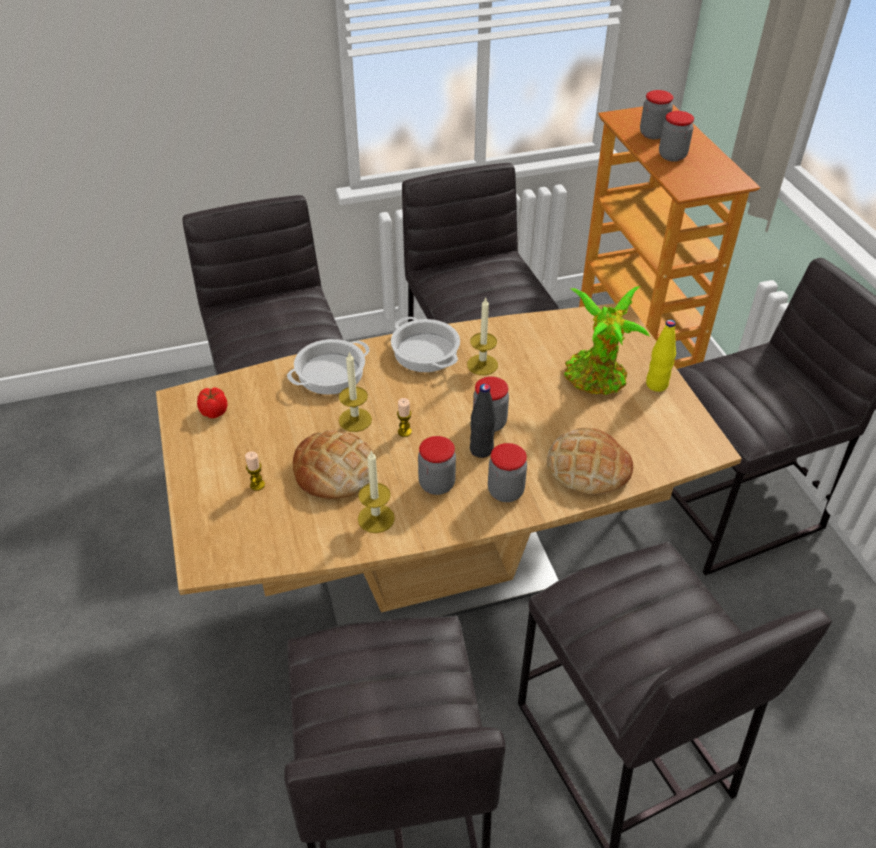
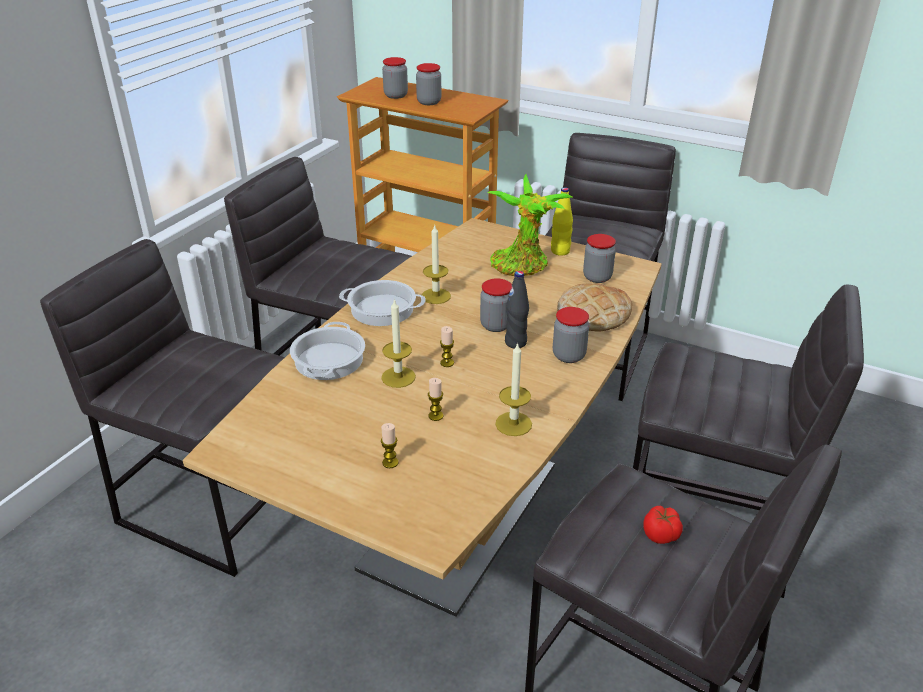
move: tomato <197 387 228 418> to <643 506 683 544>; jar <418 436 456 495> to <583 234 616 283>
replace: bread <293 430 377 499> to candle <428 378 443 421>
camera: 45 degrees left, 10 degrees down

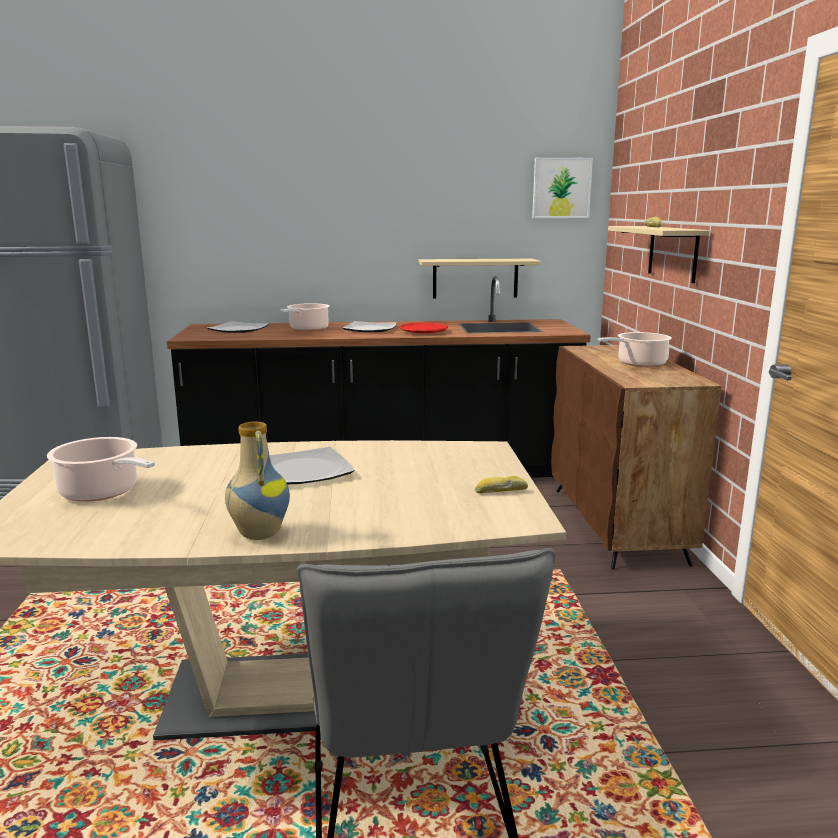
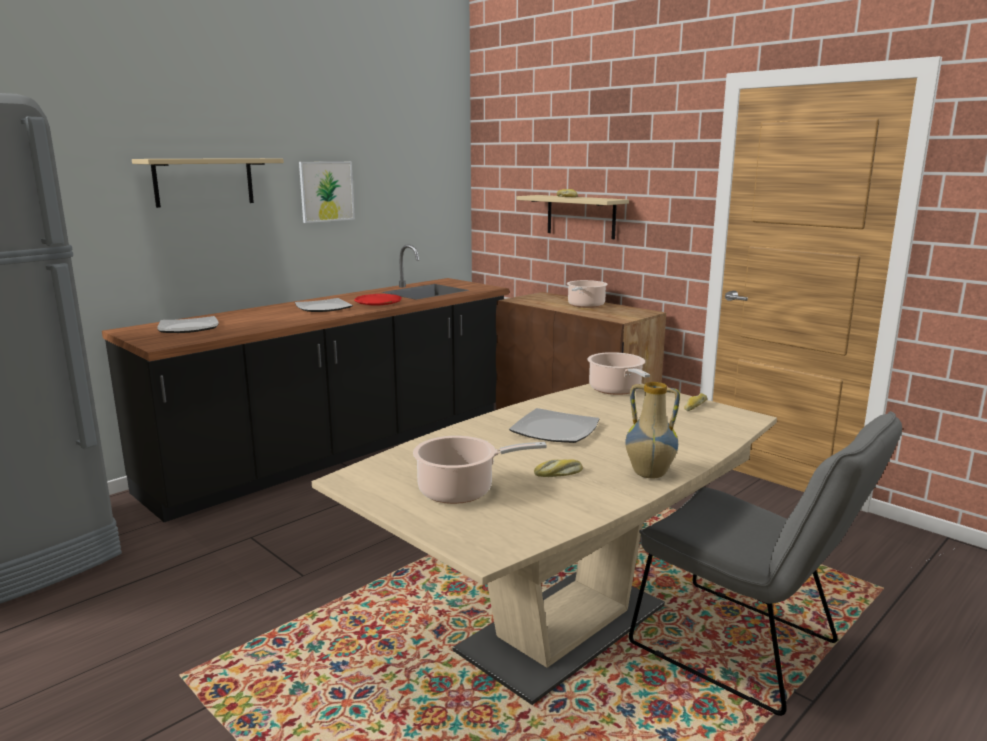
insert: bread <534 459 583 477>
move: cooking pot <280 303 330 331> to <587 352 650 395>; shelf/beige <419 259 541 298> to <132 158 284 208>; picture <532 158 593 218> to <299 161 355 223>
camera: 40 degrees left, 0 degrees up

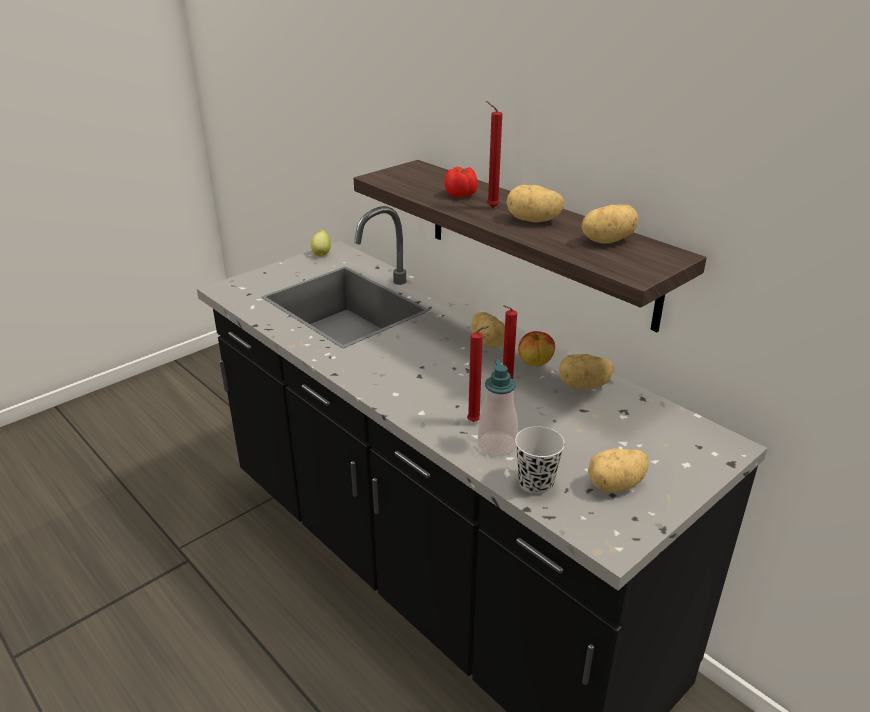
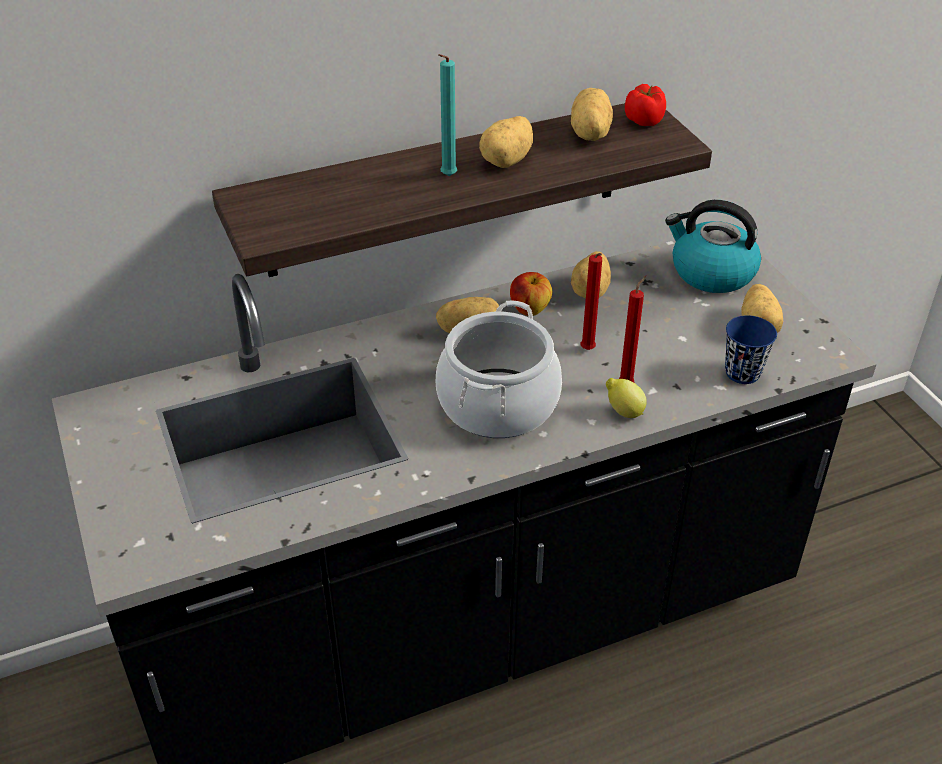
delete: soap dispenser <478 359 518 456>
insert: cooking pot <436 300 562 438>; kettle <665 200 761 293>
move: lemon <311 230 331 257> to <606 378 647 418>; tomato <444 167 478 198> to <625 84 666 126>
recolor: candle/red <486 101 502 208> to candle/turquoise <438 54 457 176>; cup/black <515 426 565 494> to cup/blue <725 315 777 384>
camera: 70 degrees left, 10 degrees up

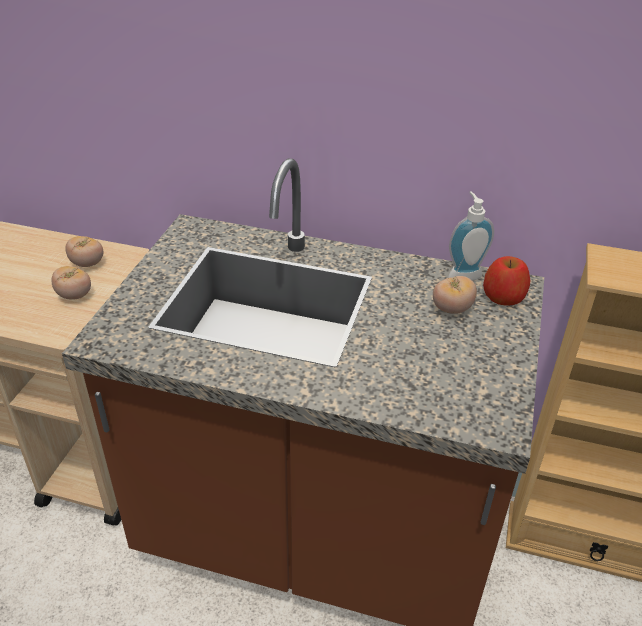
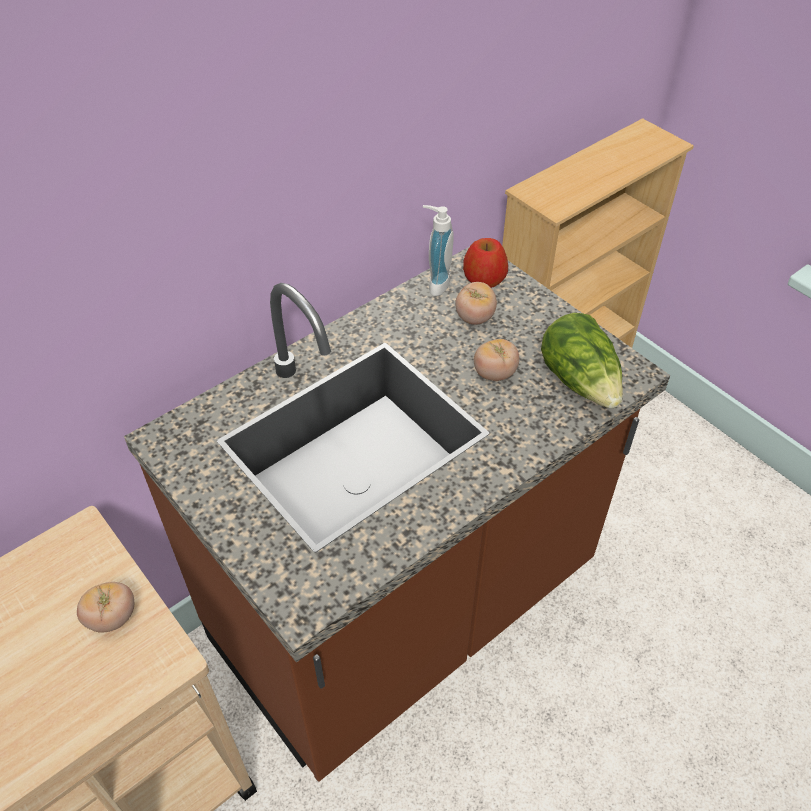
insert: lettuce <541 313 623 408>
move: tomato <65 236 104 267> to <474 339 519 381>
camera: 55 degrees left, 10 degrees up

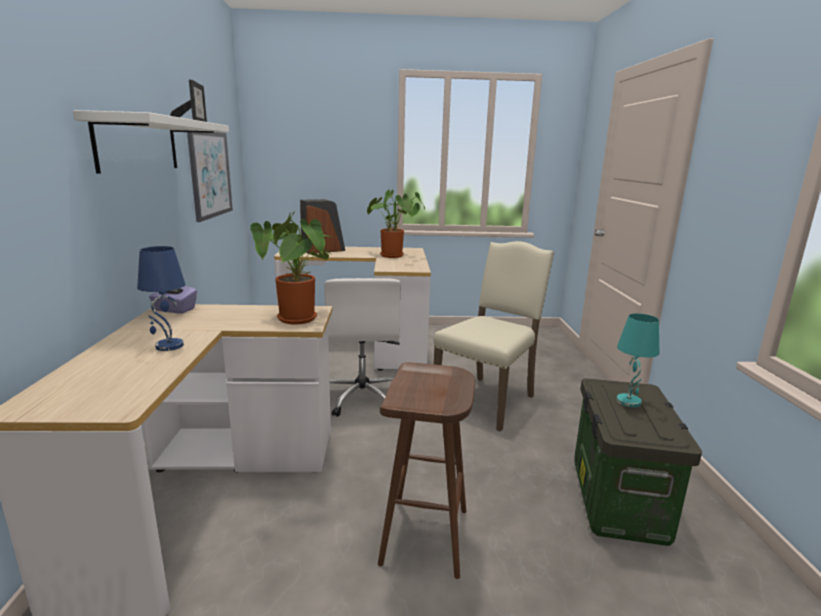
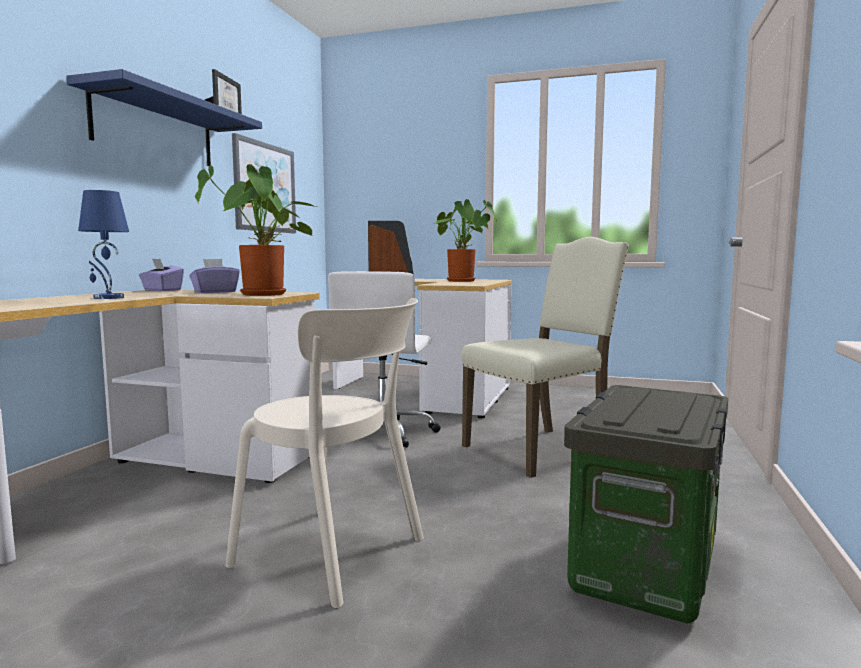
delete: table lamp/turquoise <616 313 659 407>
insert: tissue box/purple <189 259 240 293>
replace: stool/brown <378 362 475 579> to chair/beige <225 298 424 609>
recolor: shelf/white <73 110 229 174> to shelf/blue <66 69 262 166>
camera: 20 degrees right, 10 degrees down

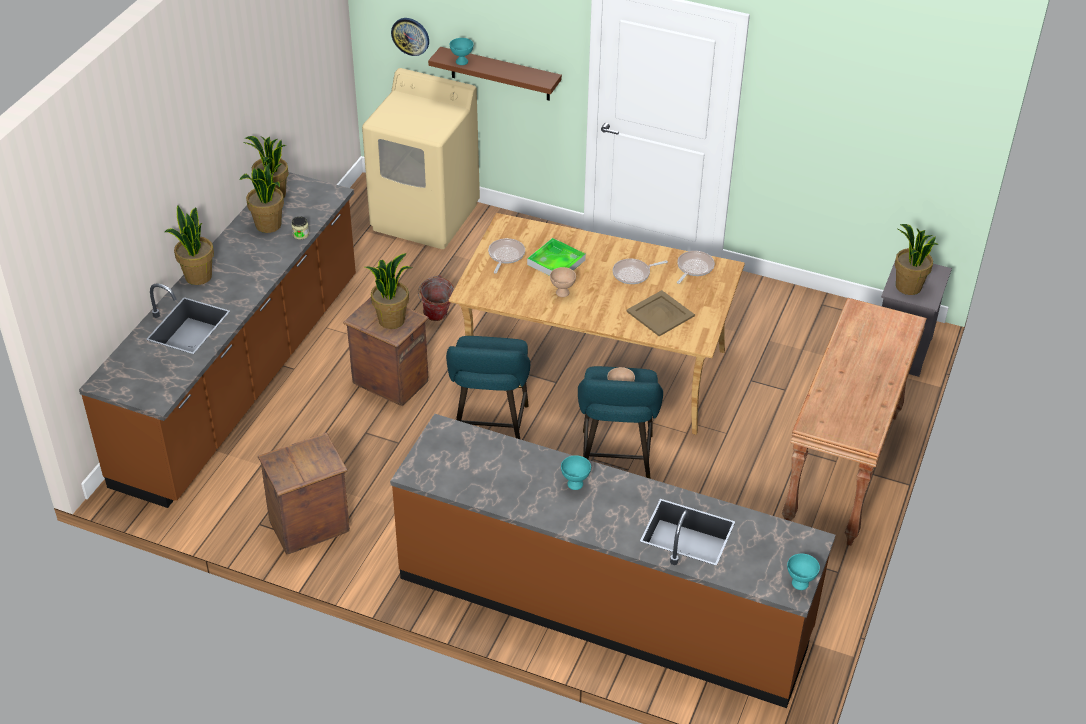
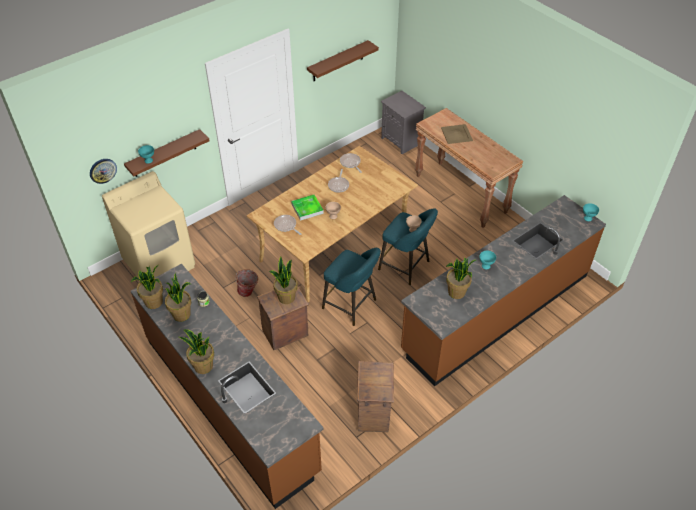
insert: shelf/brown <307 40 379 81>
move: tray/beige <626 290 695 336> to <441 124 473 144>; potted plant <895 224 939 295> to <446 257 476 299>
camera: 60 degrees left, 5 degrees up

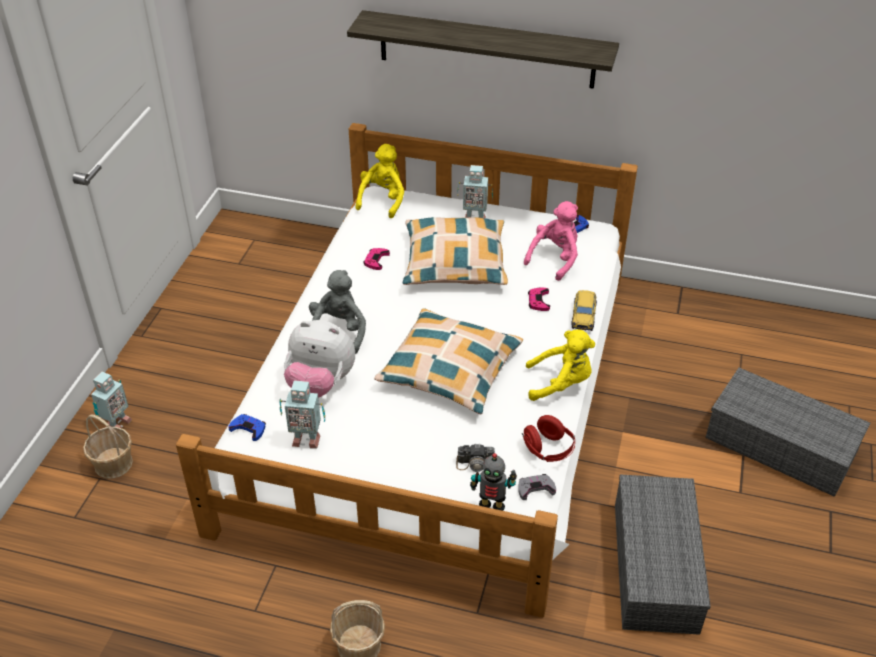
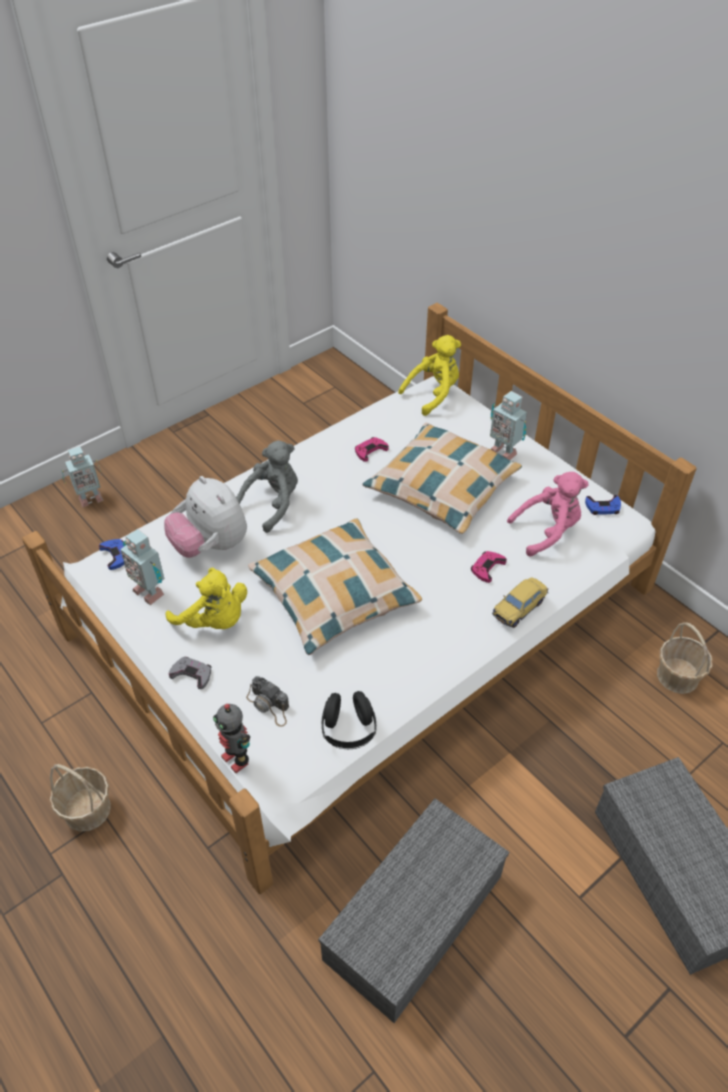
delete: shelf <347 10 619 89>
move: basket <83 414 133 478> to <657 622 713 694>; game controller/grey <518 474 556 500> to <169 657 212 689>; plush toy/yellow <526 329 595 401> to <165 568 247 629>
recolor: headphones/red <522 415 575 462> to headphones/black <322 691 376 749>
camera: 35 degrees right, 5 degrees up

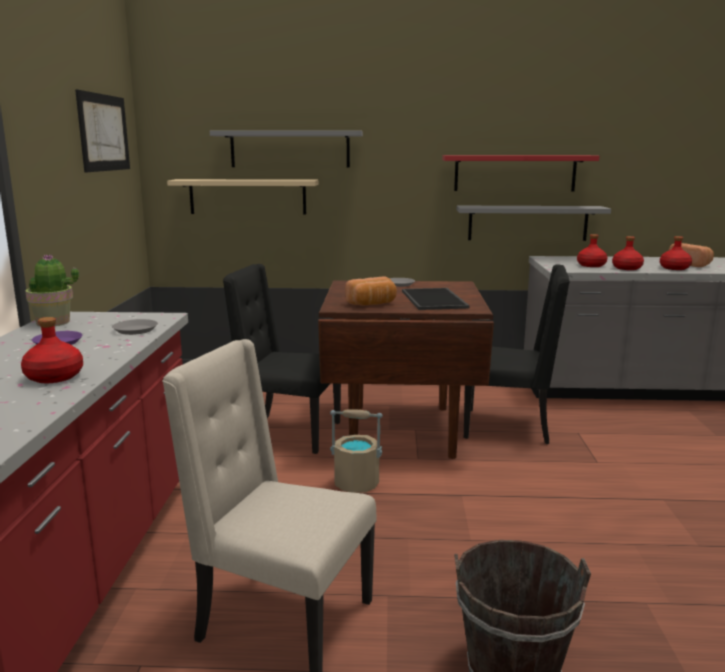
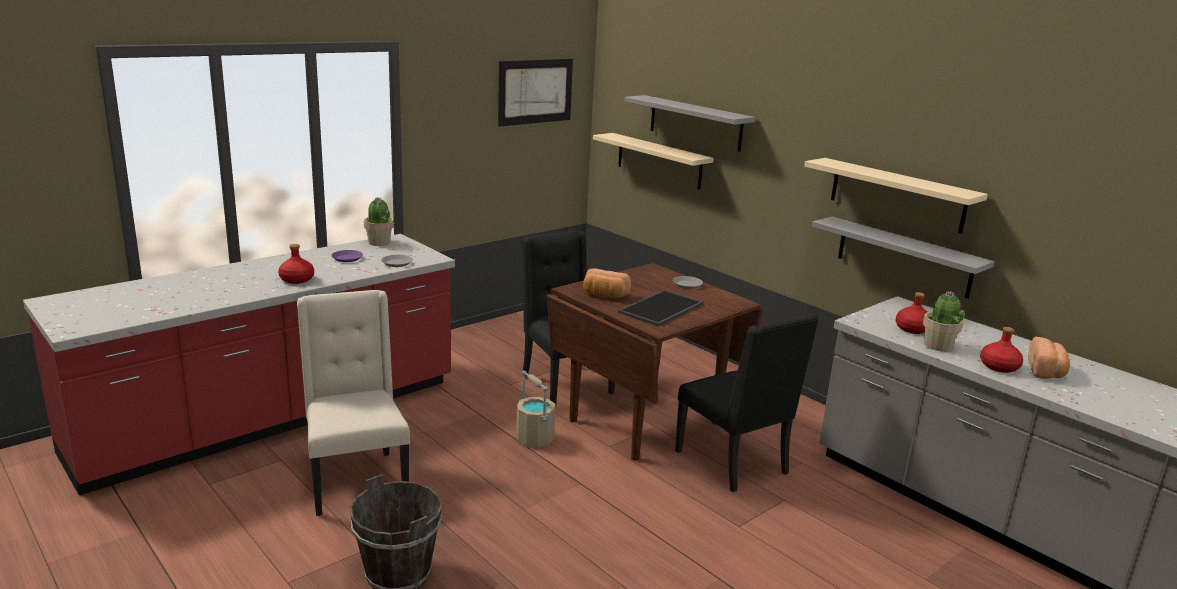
replace: bottle/red <612 236 644 270> to potted plant <923 291 965 351>
recolor: shelf/red <442 155 599 191> to shelf/beige <804 158 988 234>
camera: 45 degrees right, 5 degrees up

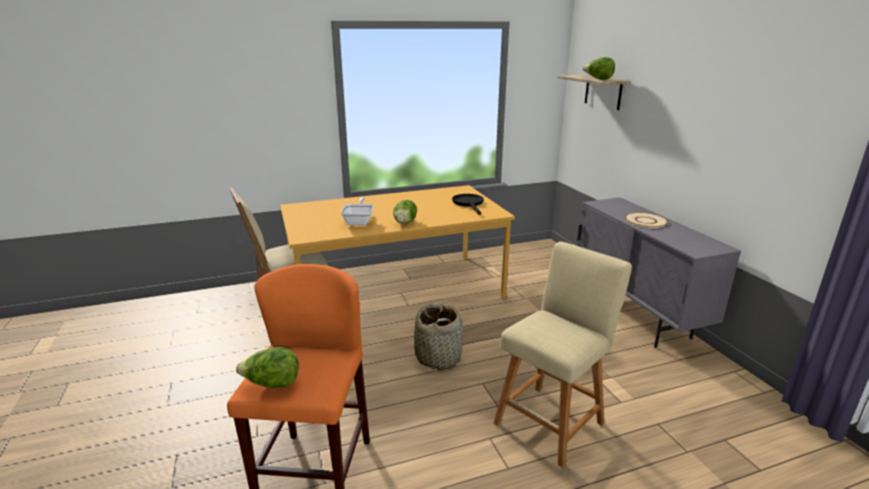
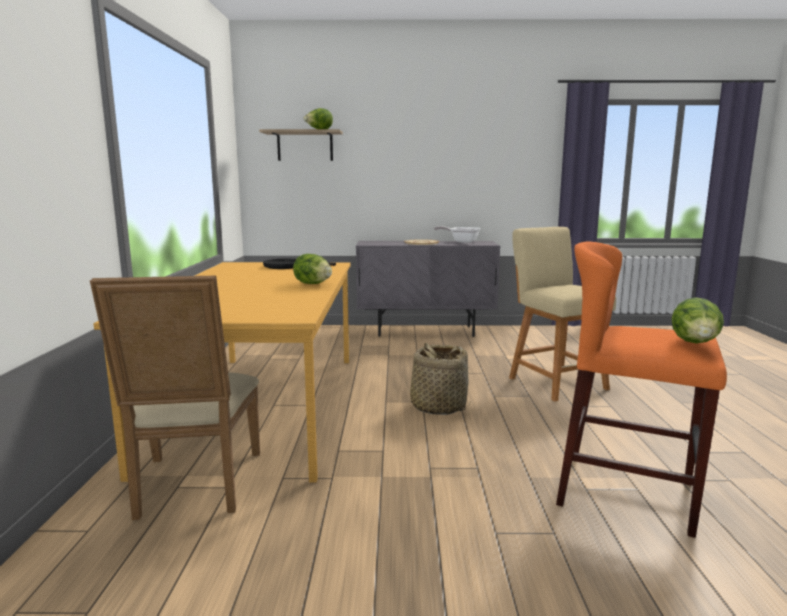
move: frying pan <341 197 374 226> to <434 226 481 243>
camera: 70 degrees left, 10 degrees down

